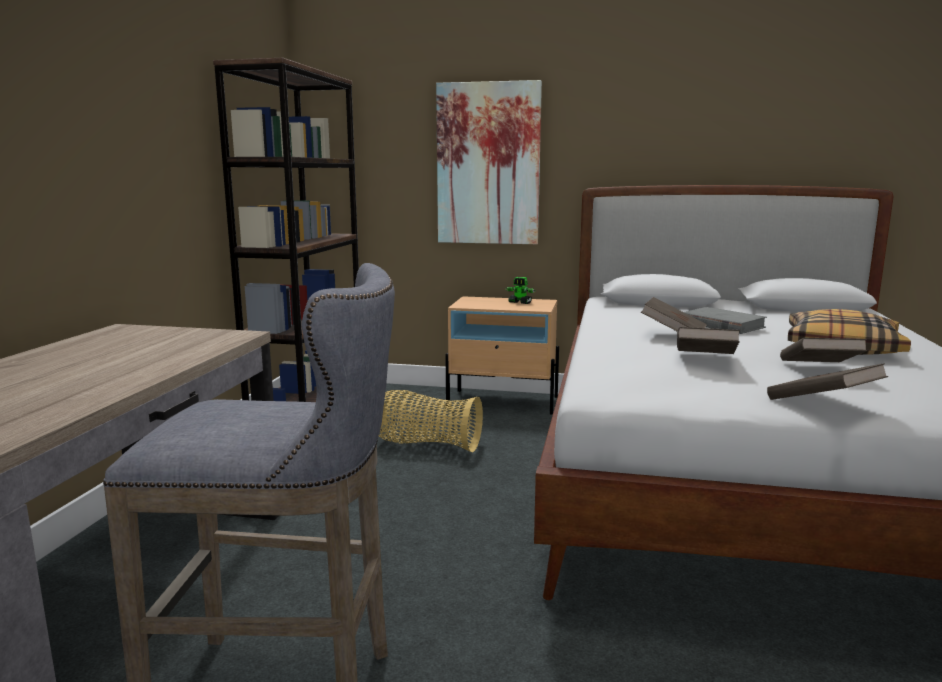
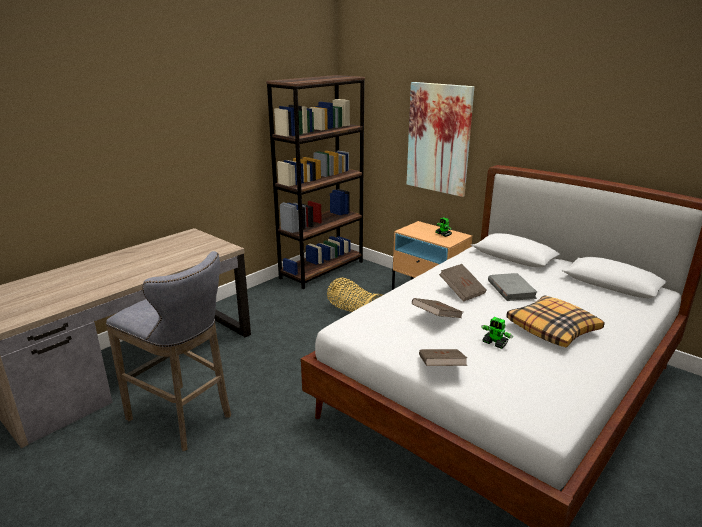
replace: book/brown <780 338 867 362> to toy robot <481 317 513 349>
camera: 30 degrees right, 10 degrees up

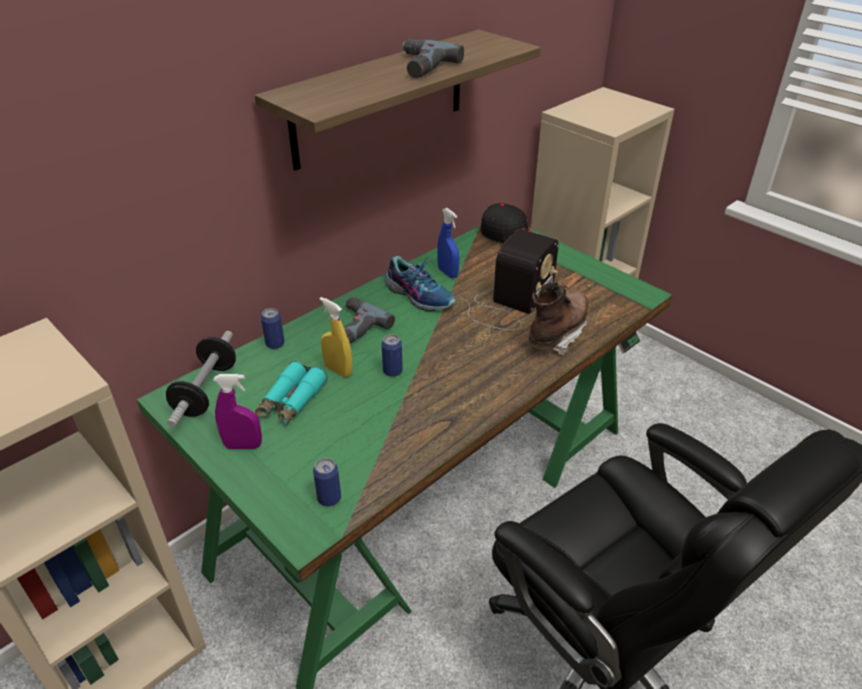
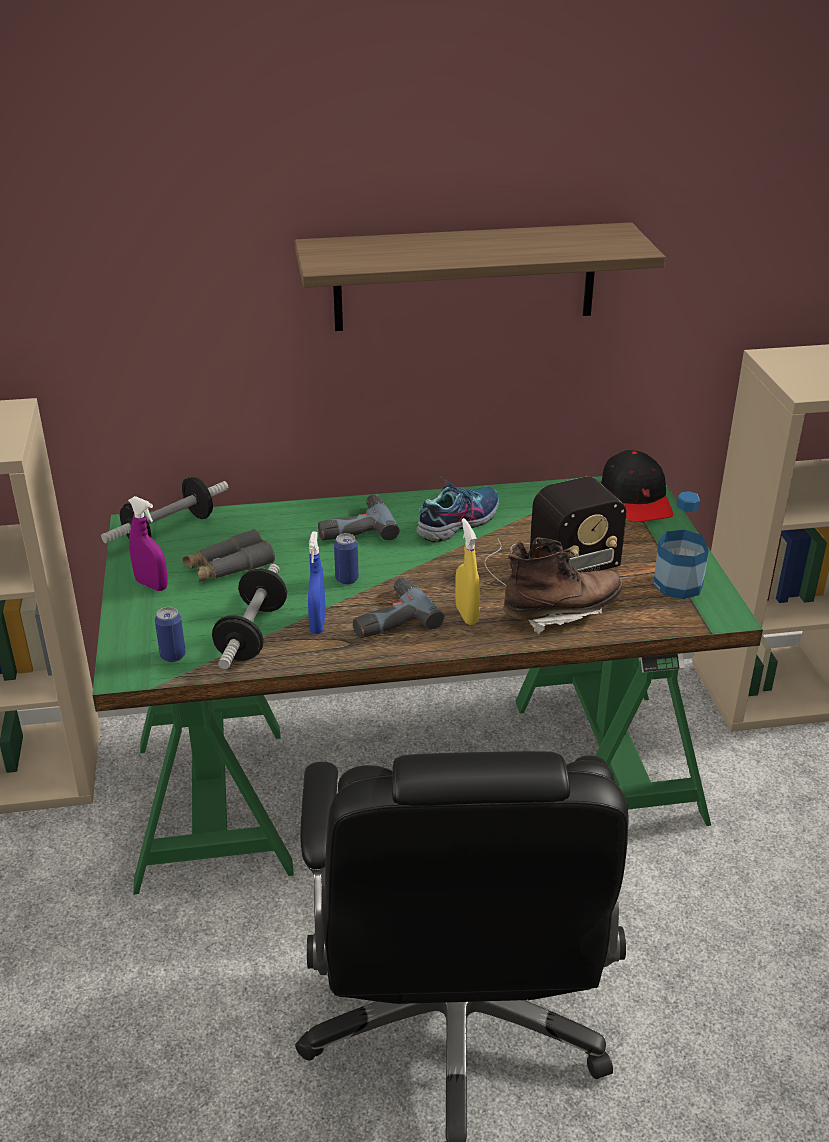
delete: can <261 308 285 349>
insert: dumbbell <212 564 287 669>; bottle <653 491 709 599>
move: spray bottle/yellow <320 297 352 377> to <455 518 480 625>; power drill <402 39 464 78> to <353 577 444 638>; spray bottle/blue <437 208 460 278> to <308 532 326 634>
recolor: binoculars/turquoise <255 361 328 425> to binoculars/grey <182 529 275 582>
rotate: shoe <385 256 456 312> = <417 476 499 543> 120 degrees counterclockwise
camera: 35 degrees right, 5 degrees down

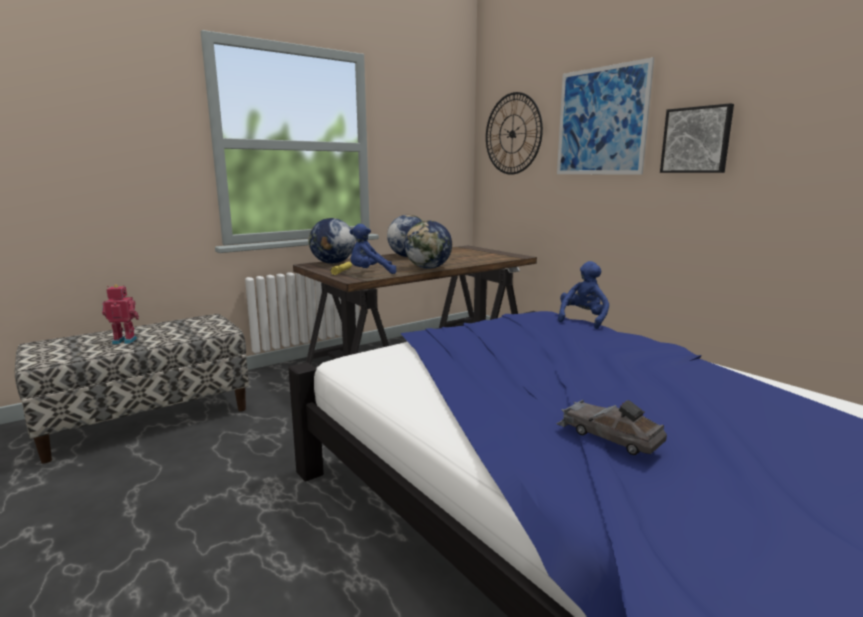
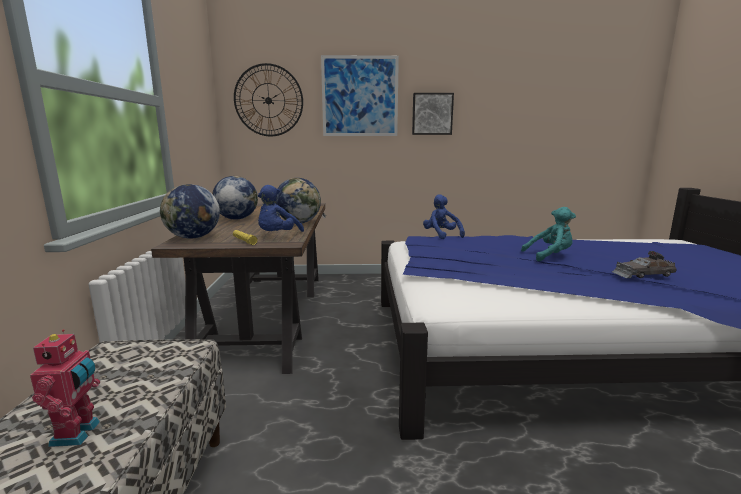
insert: plush toy/turquoise <521 207 576 262>
rotate: toy robot <102 285 139 344> = <30 329 100 447> 150 degrees clockwise
camera: 55 degrees left, 0 degrees up

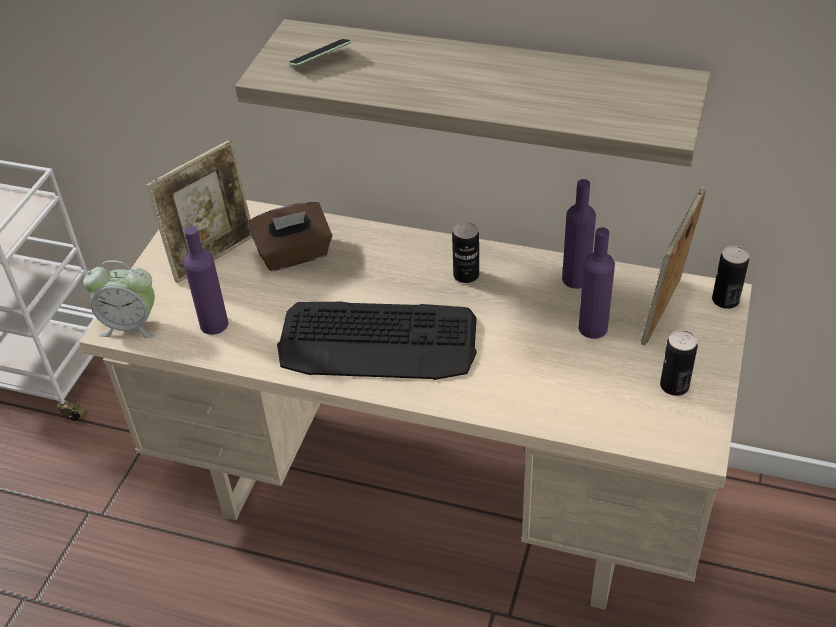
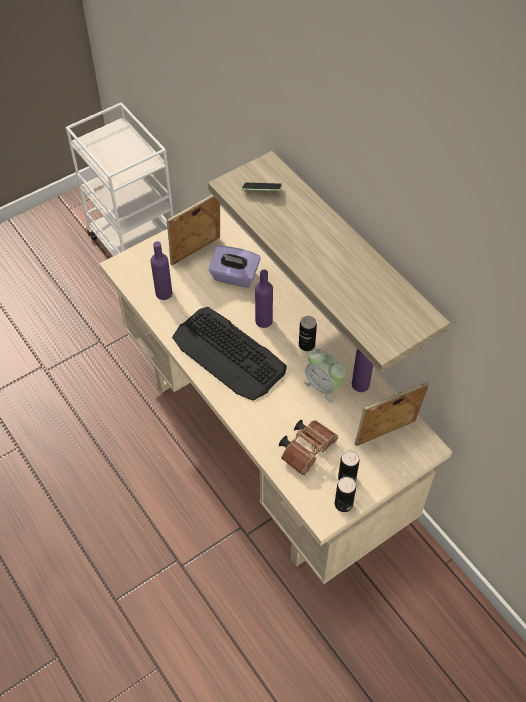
insert: binoculars/brown <279 420 338 475>
move: alarm clock <83 260 155 338> to <304 349 346 403>; bottle/purple <578 227 615 339> to <255 270 273 328>; can <712 246 749 309> to <335 477 356 512>
recolor: tissue box/brown <248 202 332 271> to tissue box/purple <209 246 261 288>
rotate: picture frame <146 139 253 283> = <167 195 220 265> 150 degrees clockwise
camera: 35 degrees right, 10 degrees up

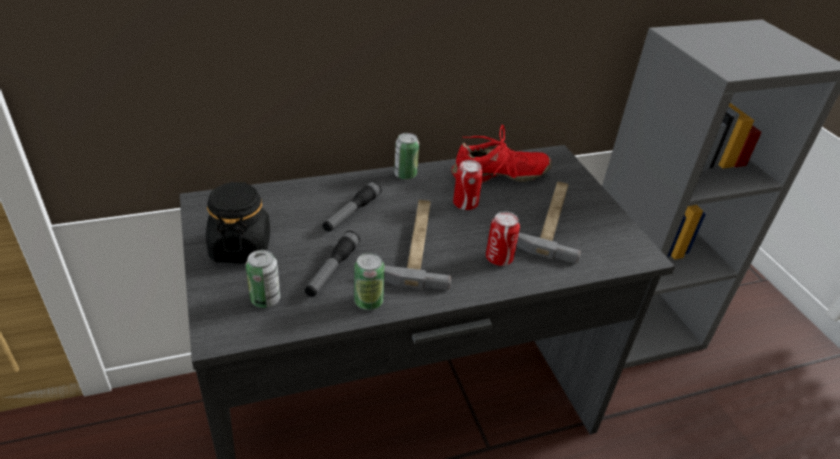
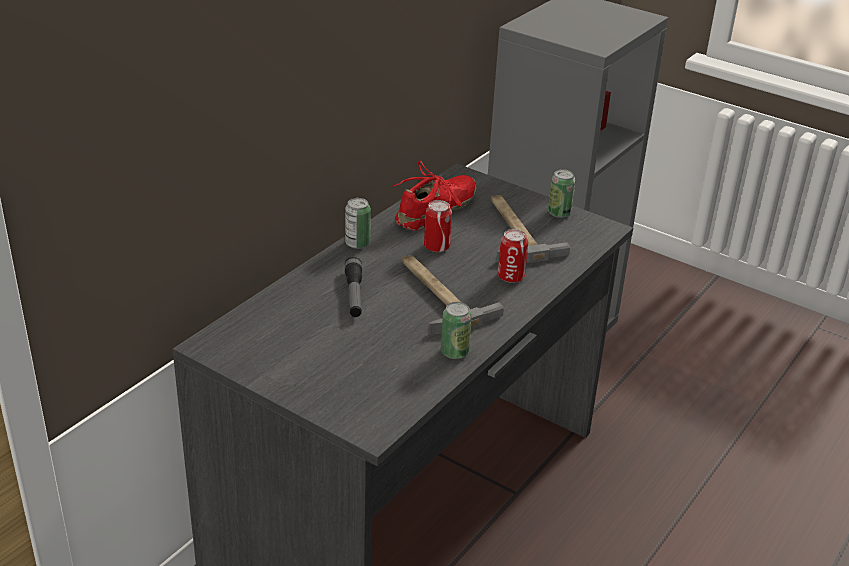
delete: jar/black <206 182 270 263>; flashlight <305 230 360 297>
move: can <246 250 280 308> to <548 169 576 218>
camera: 35 degrees left, 5 degrees down

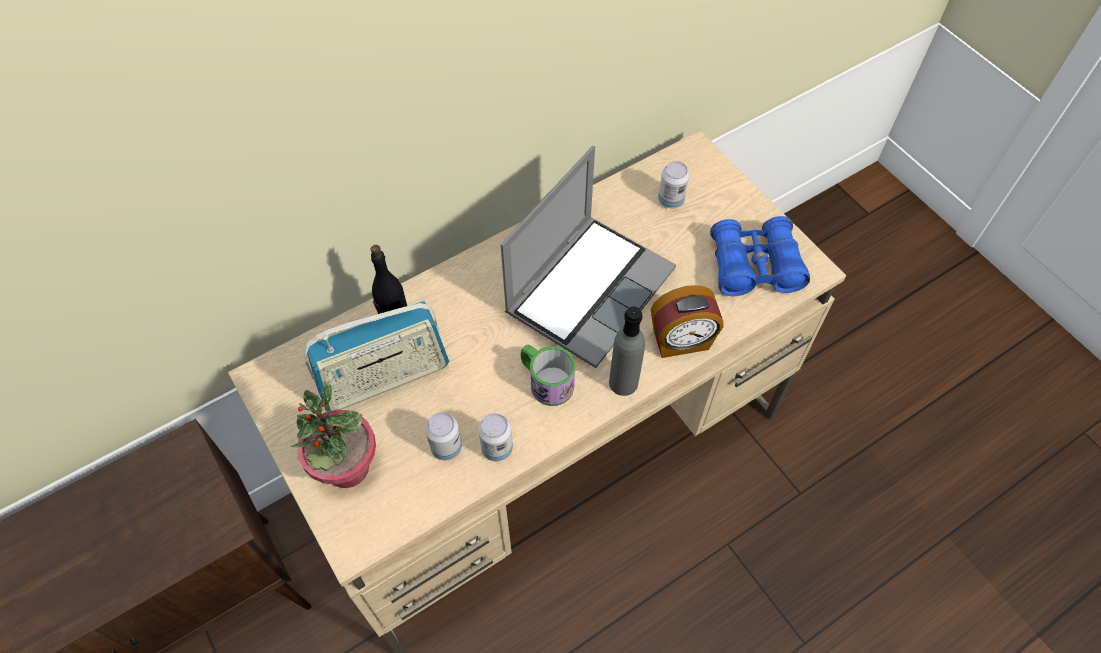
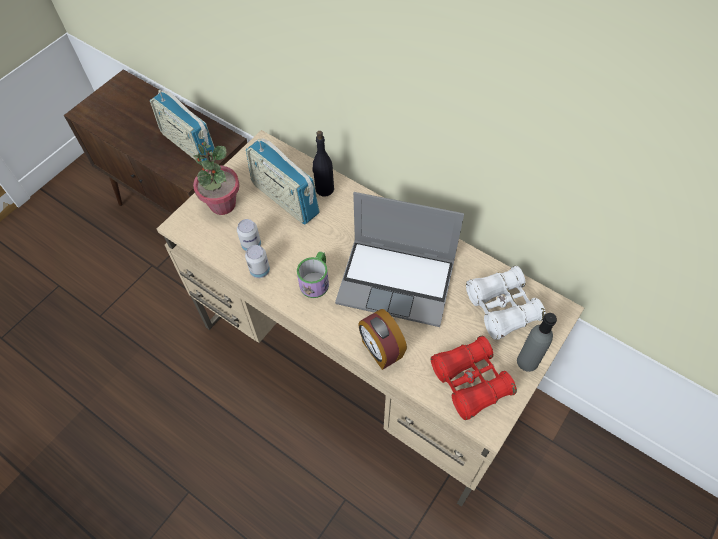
insert: radio <150 90 215 161>
move: bottle/grey <609 306 645 396> to <517 313 557 372>
replace: can <658 161 689 208> to binoculars/white <466 266 546 340>
recolor: binoculars/blue <710 216 810 296> to binoculars/red <431 336 517 420>
camera: 70 degrees right, 0 degrees up

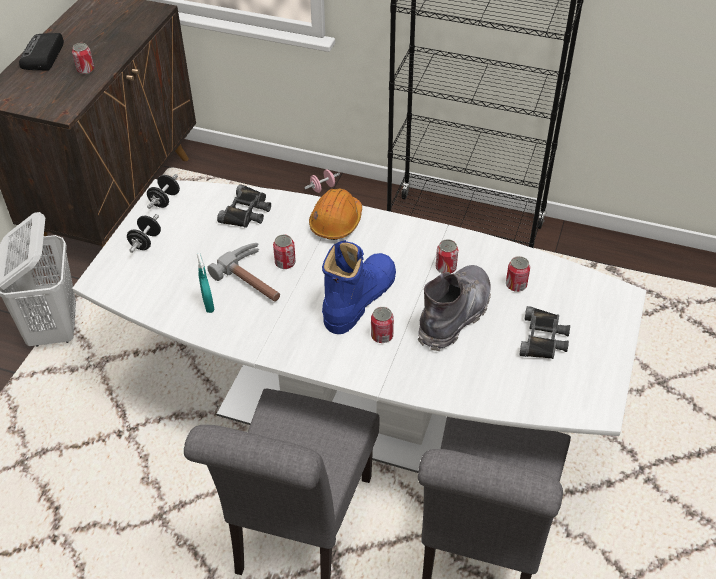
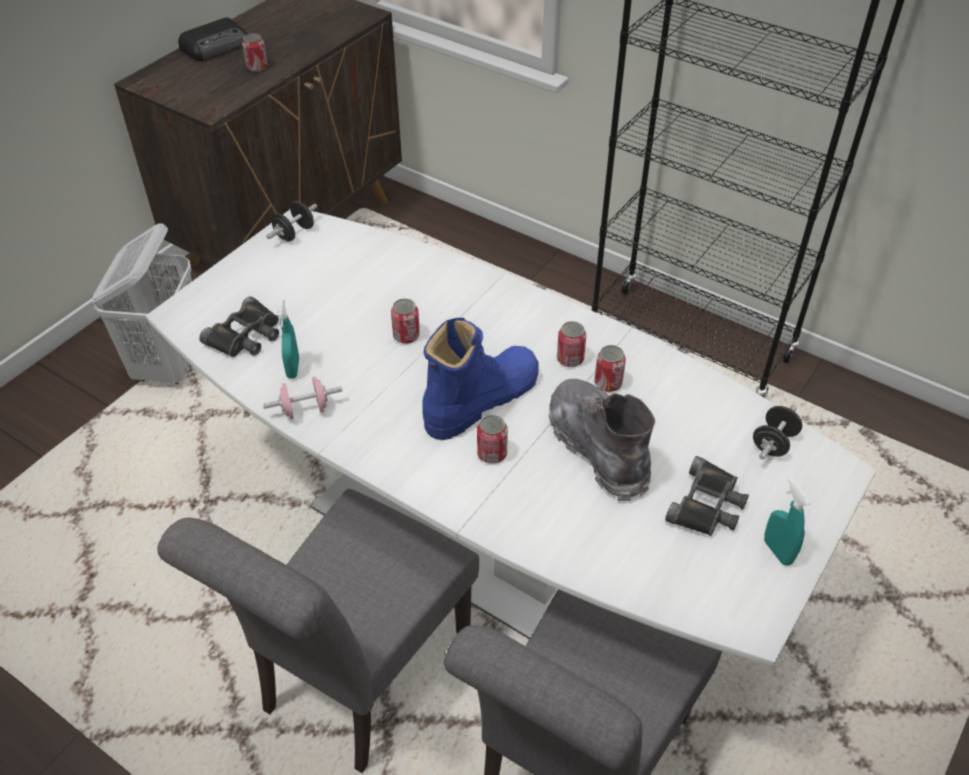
delete: hammer <207 243 280 302>; hard hat/orange <309 188 362 240>
insert: spray bottle/turquoise <764 478 811 566>
move: dumbbell/black <127 214 161 253> to <753 405 802 460>; binoculars/black <217 184 271 228> to <199 296 279 357>; dumbbell/pink <304 169 340 193> to <263 377 342 419>; can <506 256 530 292> to <557 321 587 367>
rotate: radio <19 33 64 71> = <178 17 247 61> 150 degrees counterclockwise; boot/grey <418 265 491 351> = <549 379 655 501> 75 degrees counterclockwise
camera: 15 degrees right, 0 degrees up

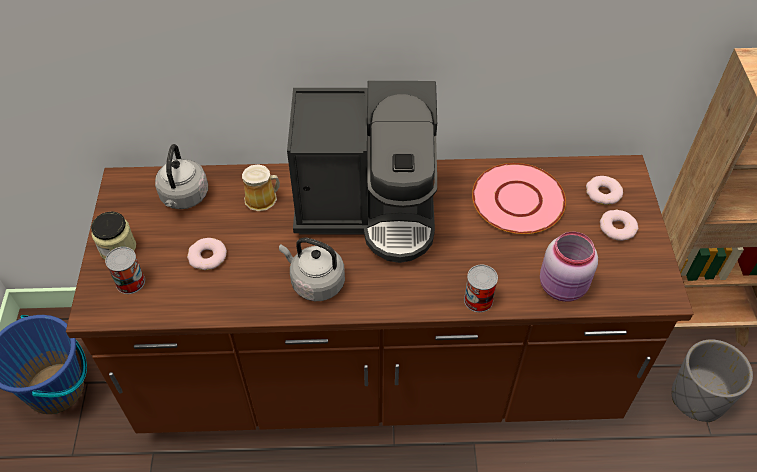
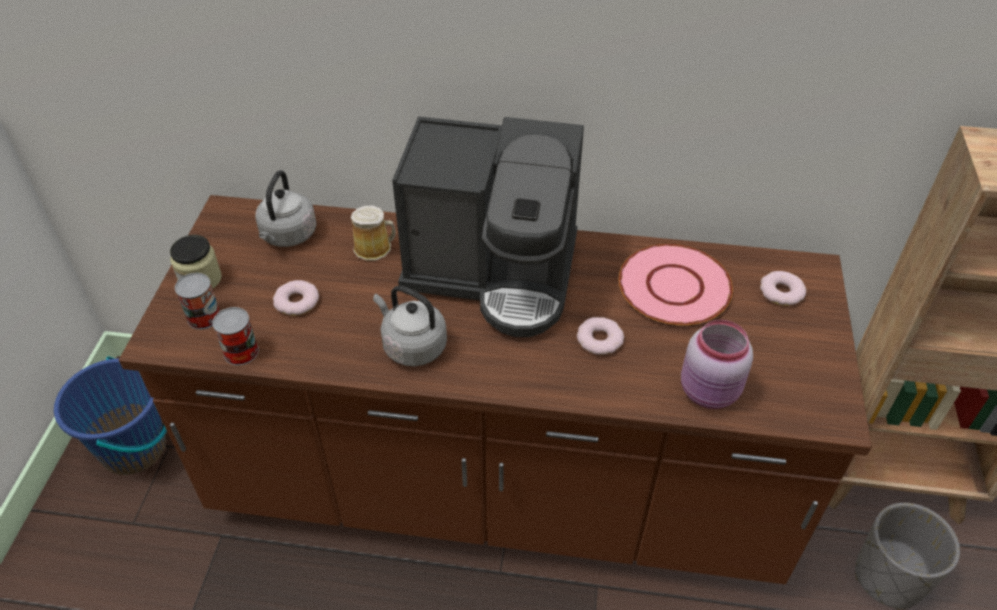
move: can <464 265 498 312> to <212 307 259 366>; donut <600 210 638 241> to <577 317 624 355>
camera: 10 degrees right, 5 degrees down

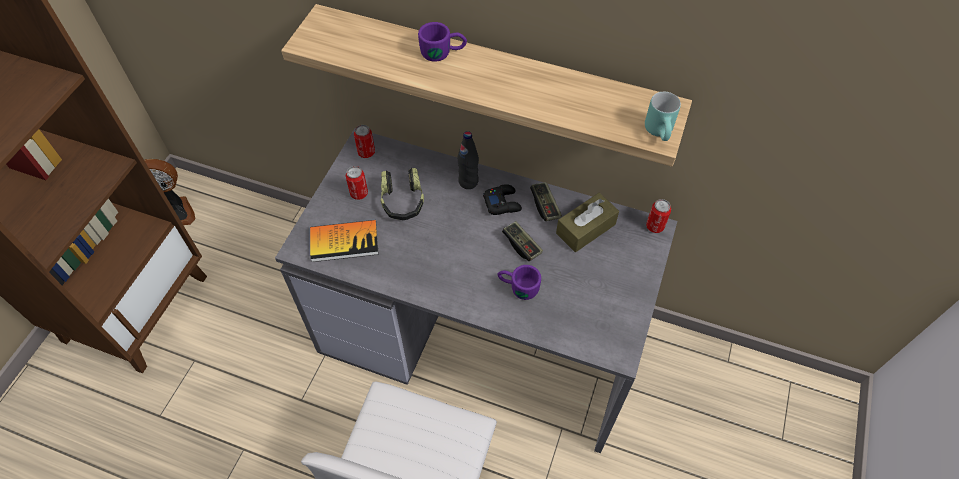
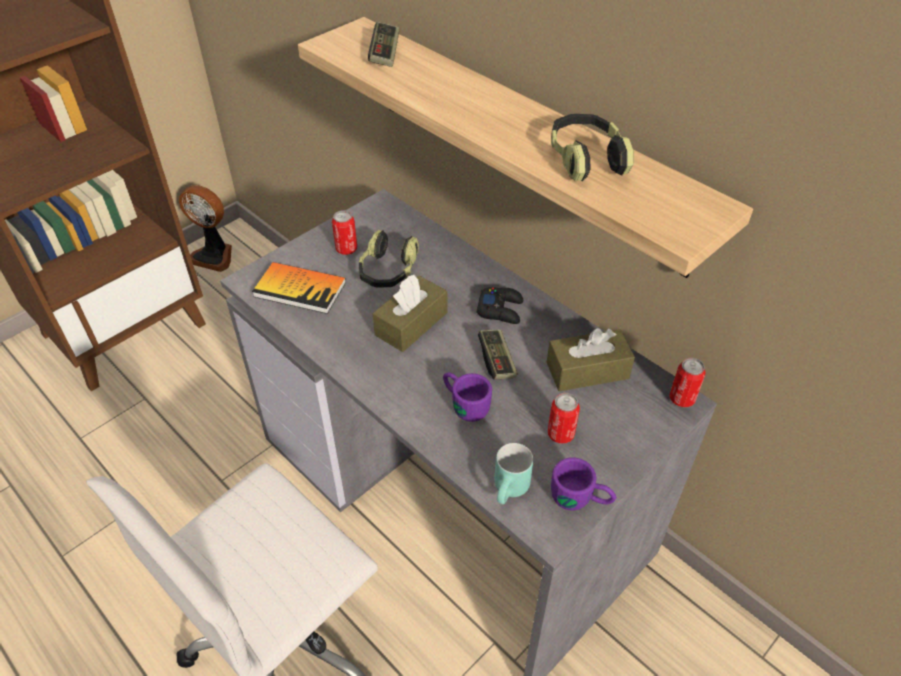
delete: bottle/black <457 131 479 189>
insert: tissue box/brown <372 274 447 352>; headphones <551 114 634 181>
move: can <354 125 375 158> to <548 393 580 444>; mug/purple <418 22 467 62> to <551 457 616 510>; game controller <530 182 562 221> to <368 22 400 67>; mug/turquoise <645 92 681 141> to <494 443 533 504>
camera: 25 degrees right, 10 degrees down

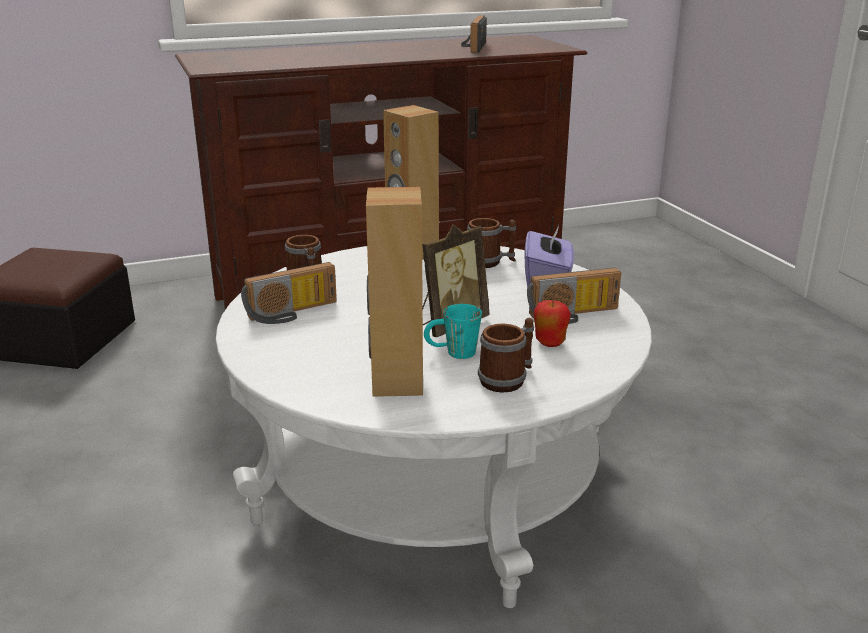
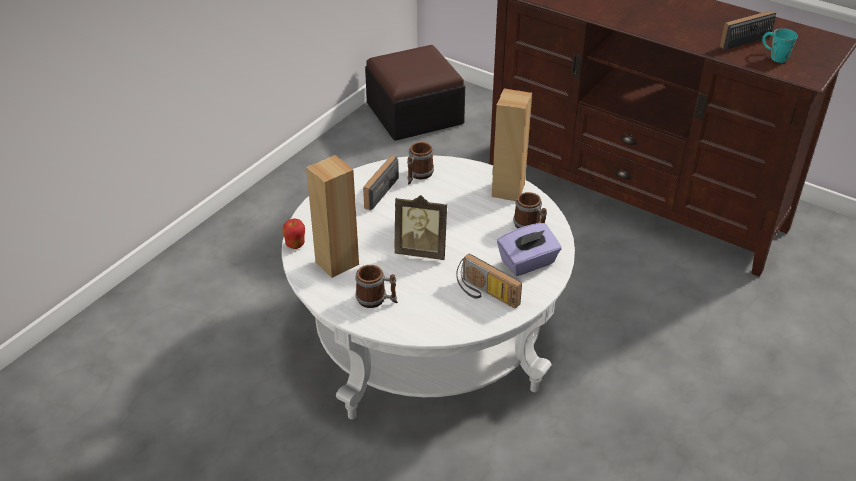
move: mug/turquoise <424 304 482 359> to <762 28 798 63>; apple <534 299 571 347> to <282 218 305 249>
rotate: radio <241 262 337 324> = <363 156 399 210> 90 degrees clockwise
camera: 55 degrees right, 15 degrees up

